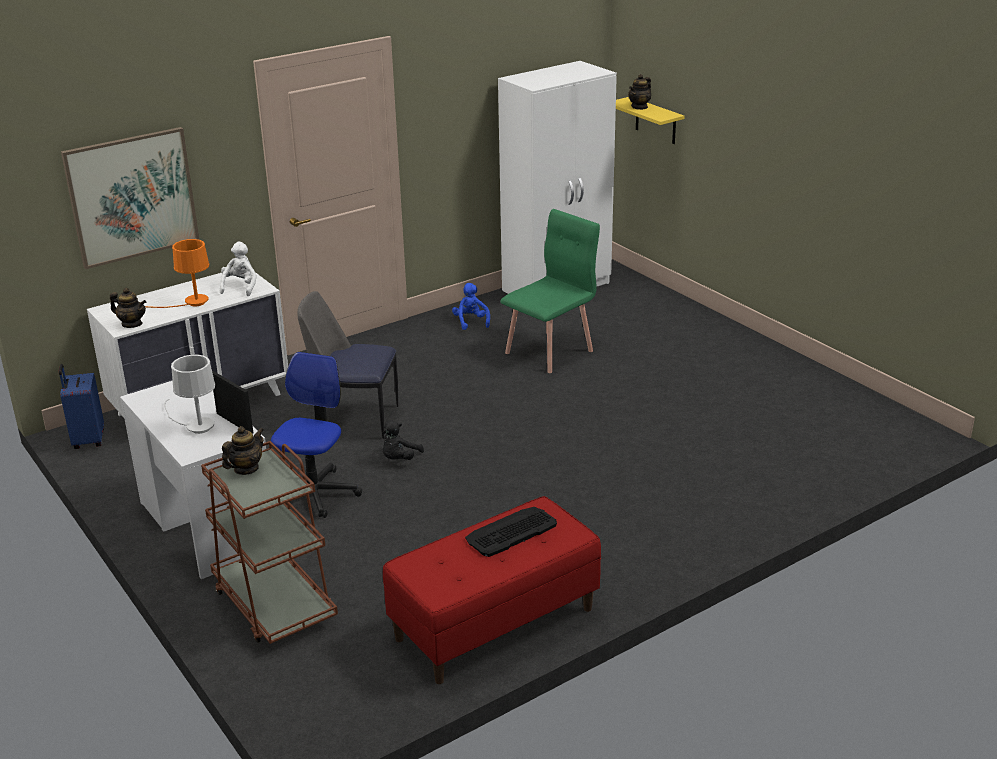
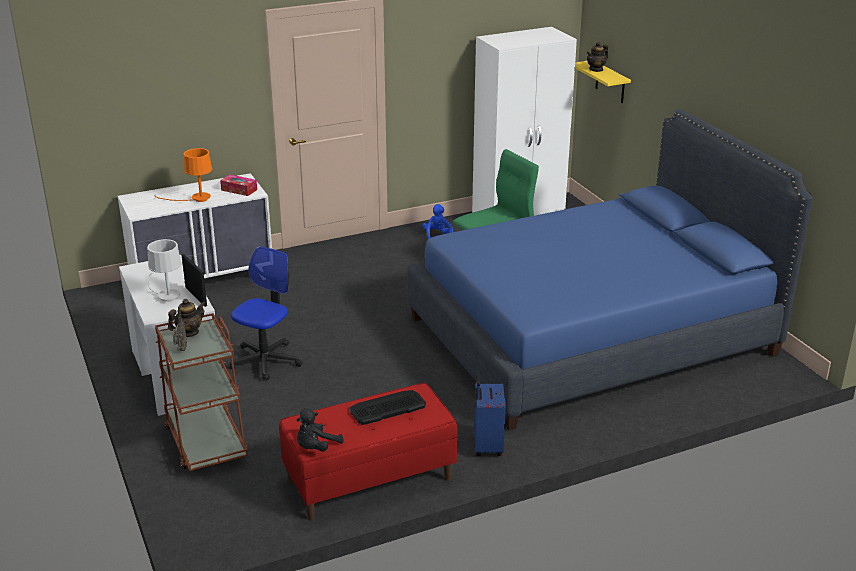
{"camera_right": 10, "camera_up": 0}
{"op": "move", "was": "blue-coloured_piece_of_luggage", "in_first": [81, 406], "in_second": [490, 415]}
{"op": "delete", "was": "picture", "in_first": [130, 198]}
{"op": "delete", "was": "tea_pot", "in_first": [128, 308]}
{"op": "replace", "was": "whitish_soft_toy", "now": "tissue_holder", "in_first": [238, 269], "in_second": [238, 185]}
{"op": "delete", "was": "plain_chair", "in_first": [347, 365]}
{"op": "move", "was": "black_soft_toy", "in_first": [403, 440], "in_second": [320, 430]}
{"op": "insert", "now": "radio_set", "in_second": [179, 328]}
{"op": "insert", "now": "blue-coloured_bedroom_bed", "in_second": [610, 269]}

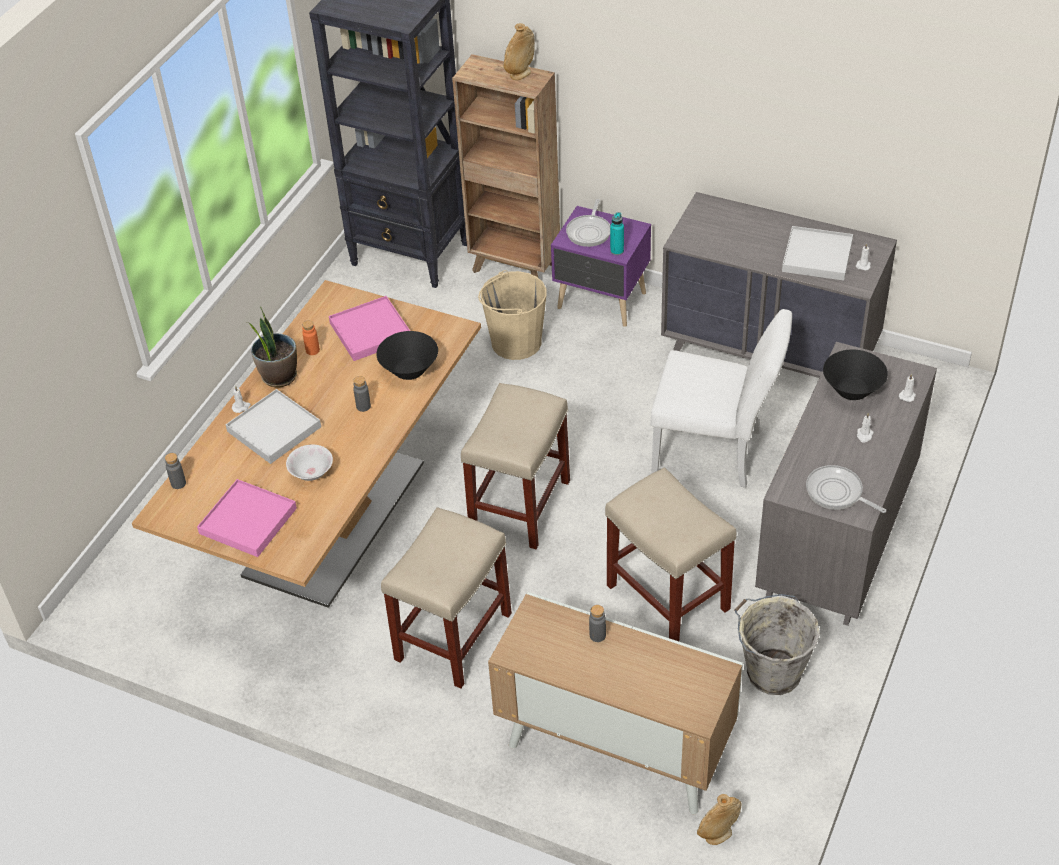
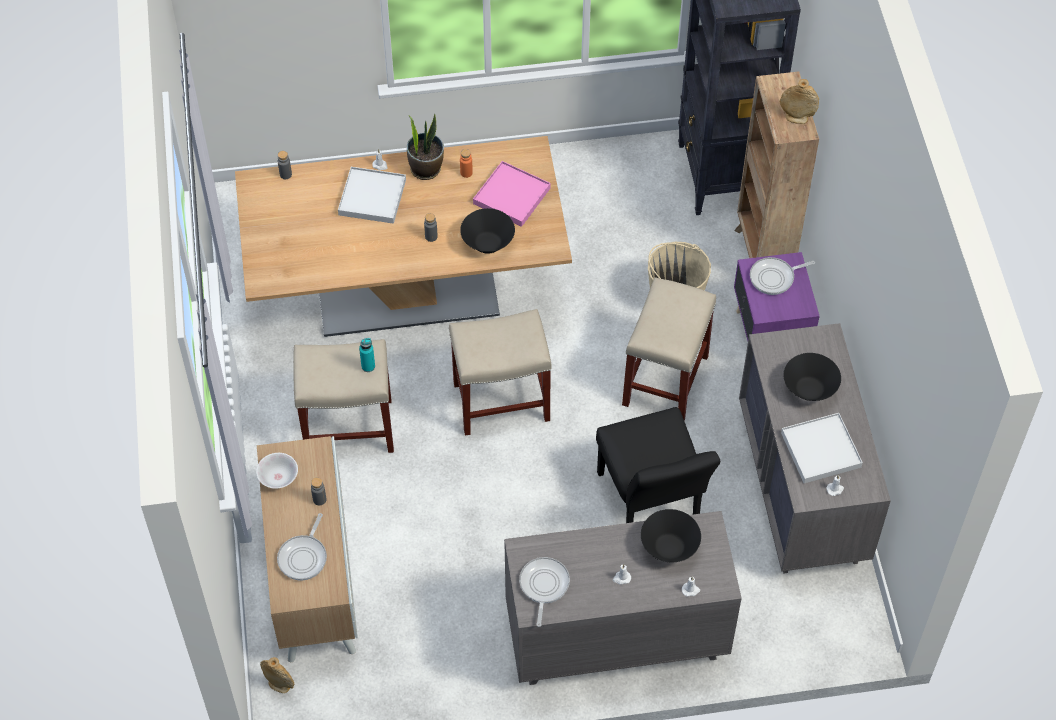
{"camera_right": 55, "camera_up": 10}
{"op": "delete", "was": "pink_serving_tray", "in_first": [247, 518]}
{"op": "move", "was": "whitish_deep_dish", "in_first": [309, 463], "in_second": [277, 471]}
{"op": "move", "was": "sand-coloured_sitting_stool", "in_first": [670, 554], "in_second": [669, 349]}
{"op": "move", "was": "turquoise_beverage_bottle", "in_first": [617, 233], "in_second": [367, 355]}
{"op": "recolor", "was": "whitish_plain_chair", "now": "black_plain_chair", "in_first": [721, 398], "in_second": [658, 465]}
{"op": "delete", "was": "grey_pail", "in_first": [777, 644]}
{"op": "insert", "now": "frying_pan", "in_second": [302, 546]}
{"op": "insert", "now": "black_deep_dish", "in_second": [812, 377]}

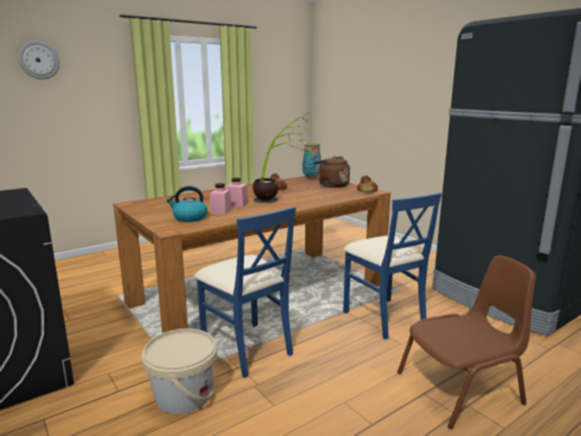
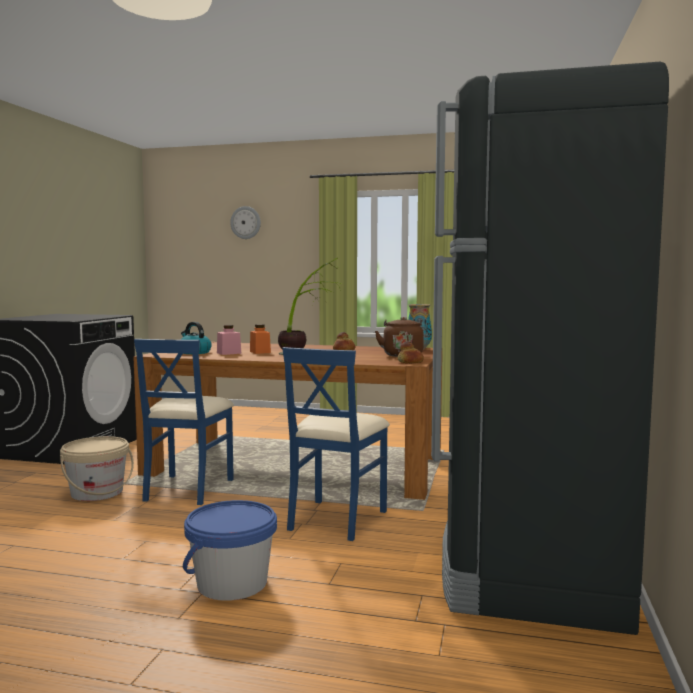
{"camera_right": 50, "camera_up": -10}
{"op": "recolor", "was": "pink_storage_jar", "now": "orangey_storage_jar", "in_first": [236, 192], "in_second": [260, 339]}
{"op": "replace", "was": "brown_plain_chair", "now": "blue-coloured_pail", "in_first": [466, 342], "in_second": [230, 550]}

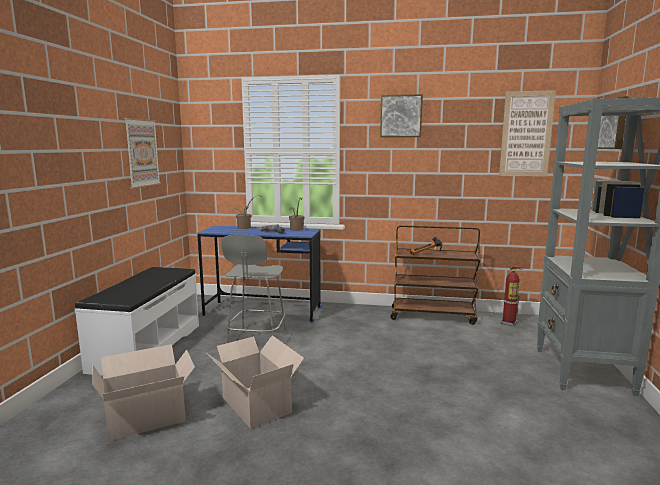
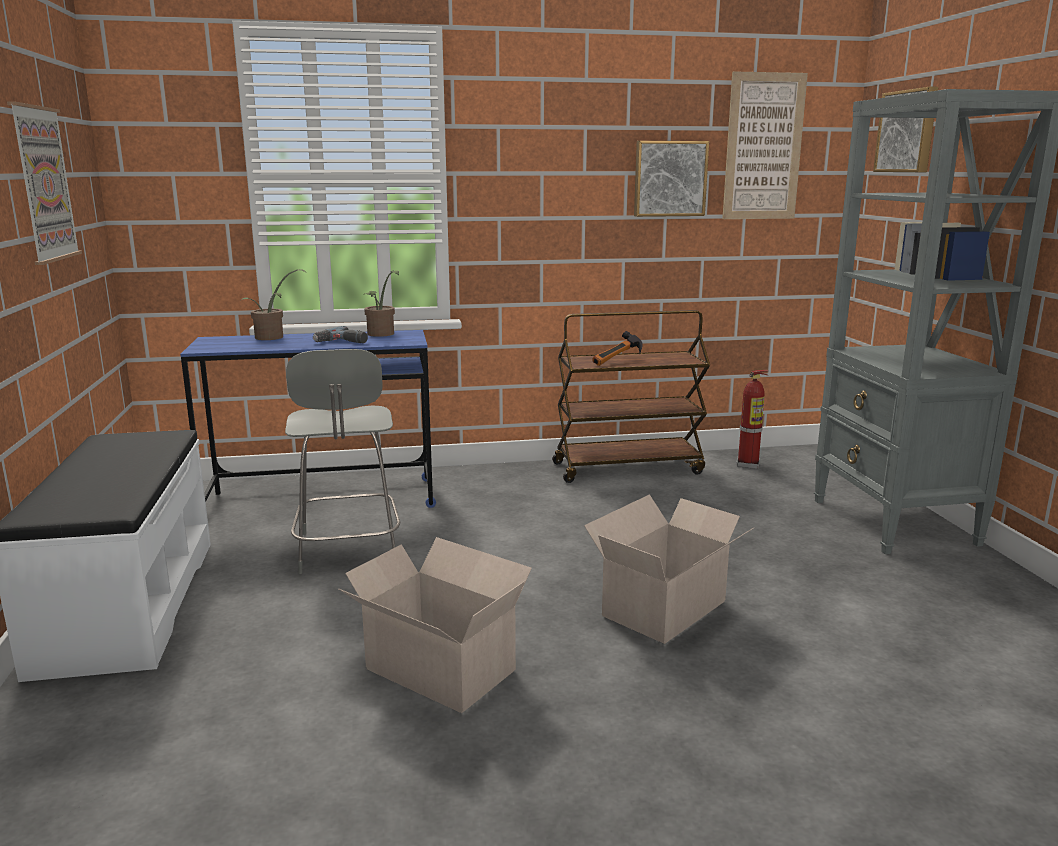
{"camera_right": -20, "camera_up": 5}
{"op": "move", "was": "cardboard_box", "in_first": [144, 392], "in_second": [669, 569]}
{"op": "move", "was": "picture", "in_first": [401, 115], "in_second": [671, 179]}

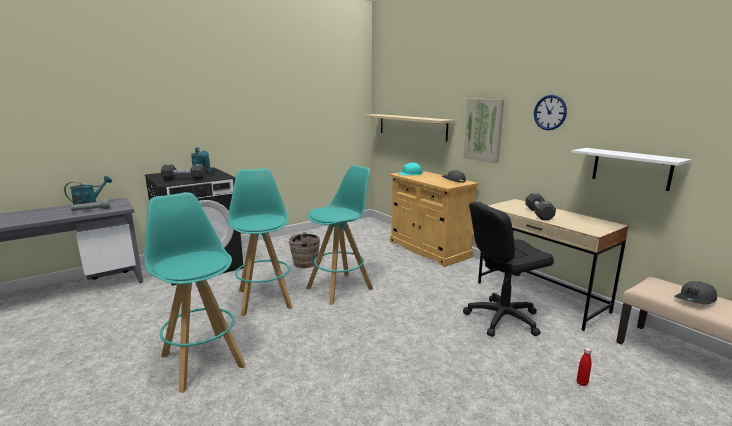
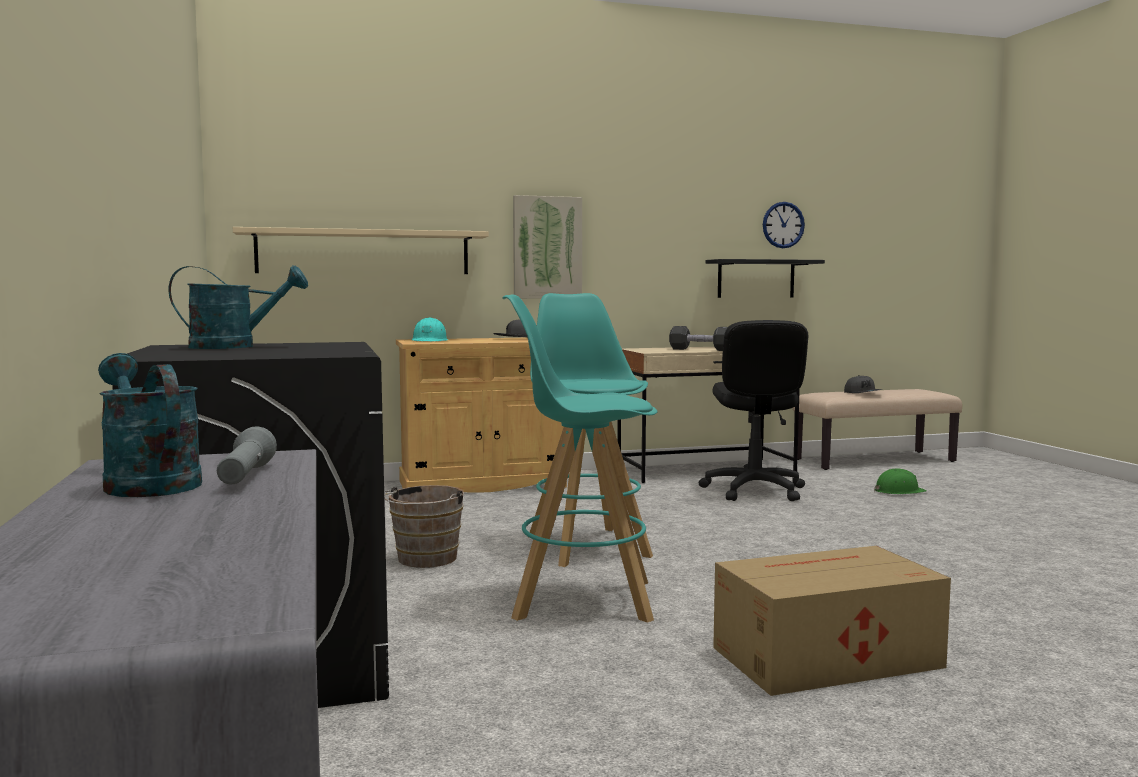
{"camera_right": -70, "camera_up": -10}
{"op": "replace", "was": "turquoise_sitting_stool", "now": "cardboard_box", "in_first": [195, 292], "in_second": [832, 621]}
{"op": "delete", "was": "black_hand_weight", "in_first": [183, 172]}
{"op": "move", "was": "clock_on_the_wall", "in_first": [550, 112], "in_second": [784, 225]}
{"op": "recolor", "was": "whitish_bracket_shelf", "now": "black_bracket_shelf", "in_first": [631, 169], "in_second": [765, 278]}
{"op": "replace", "was": "reddish_beverage_bottle", "now": "green_hard_hat", "in_first": [584, 366], "in_second": [900, 481]}

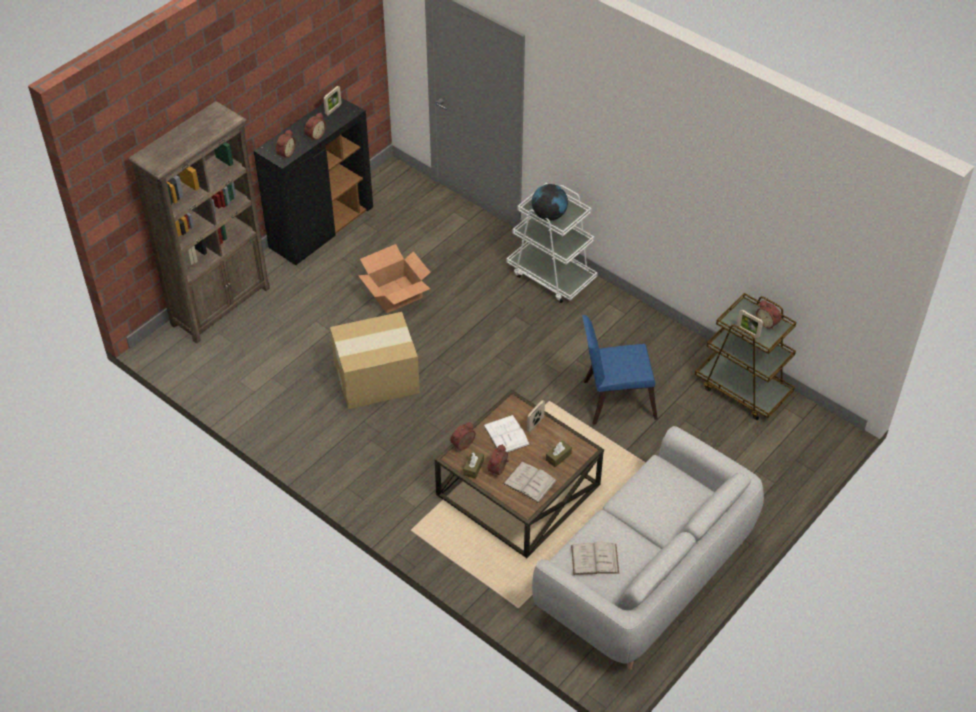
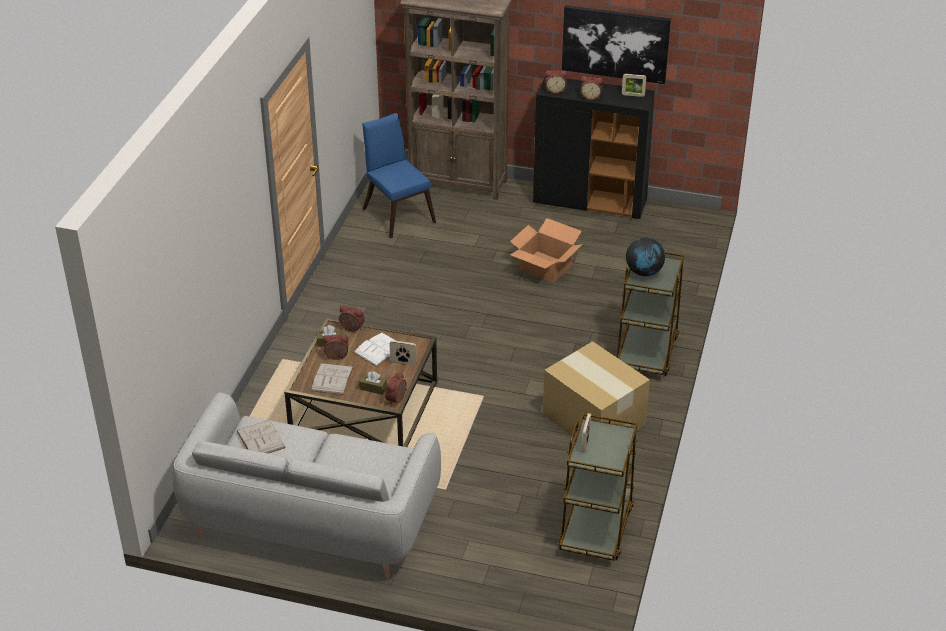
{"camera_right": 65, "camera_up": -10}
{"op": "move", "was": "cardboard_box", "in_first": [375, 360], "in_second": [596, 389]}
{"op": "recolor", "was": "whitish_trolley", "now": "brown_trolley", "in_first": [552, 243], "in_second": [649, 314]}
{"op": "move", "was": "blue-coloured_plain_chair", "in_first": [620, 369], "in_second": [399, 176]}
{"op": "move", "was": "bedside_clock", "in_first": [768, 314], "in_second": [396, 388]}
{"op": "insert", "now": "picture", "in_second": [616, 44]}

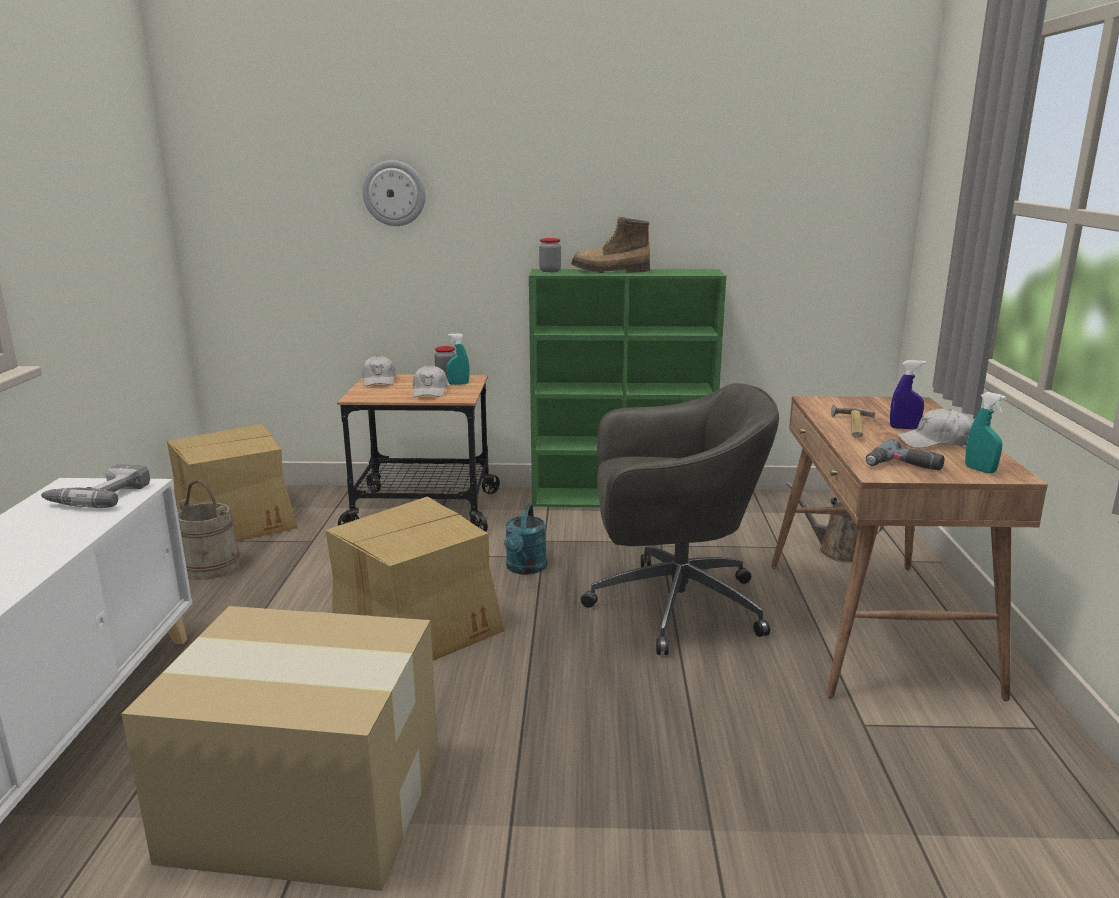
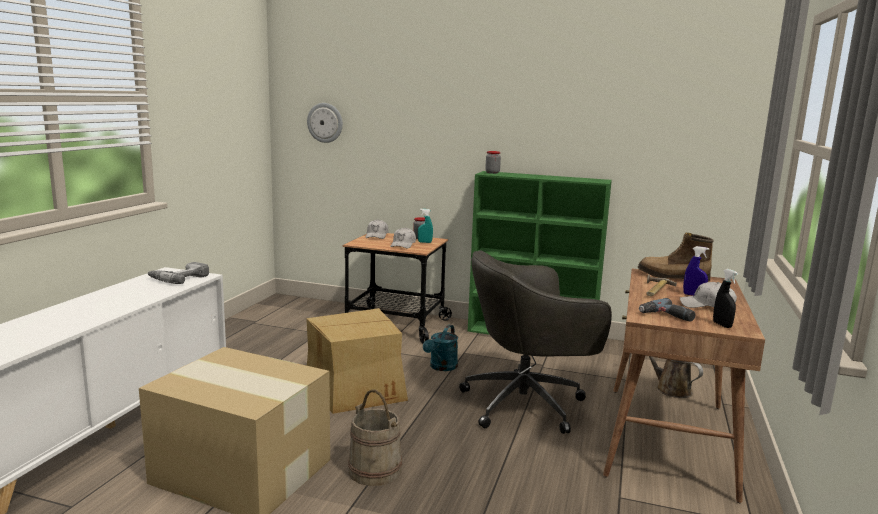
{"camera_right": 15, "camera_up": -5}
{"op": "delete", "was": "cardboard_box", "in_first": [232, 482]}
{"op": "move", "was": "sand-coloured_pail", "in_first": [209, 530], "in_second": [375, 437]}
{"op": "move", "was": "clock_on_the_wall", "in_first": [394, 193], "in_second": [325, 123]}
{"op": "move", "was": "tall_boot", "in_first": [610, 245], "in_second": [676, 257]}
{"op": "rotate", "was": "grey_computer_chair", "in_first": [680, 519], "in_second": [535, 342], "clockwise": 150}
{"op": "recolor", "was": "turquoise_spray_bottle", "now": "black_spray_bottle", "in_first": [985, 432], "in_second": [725, 298]}

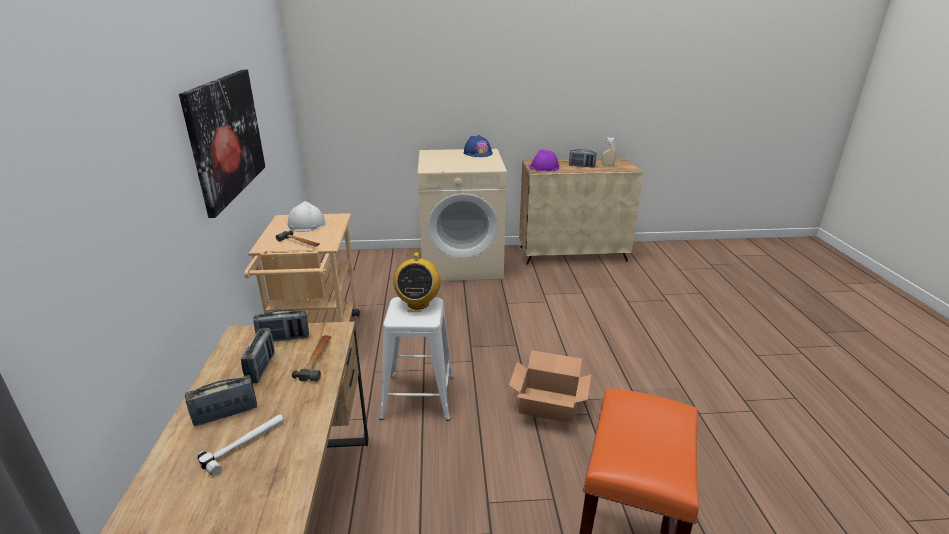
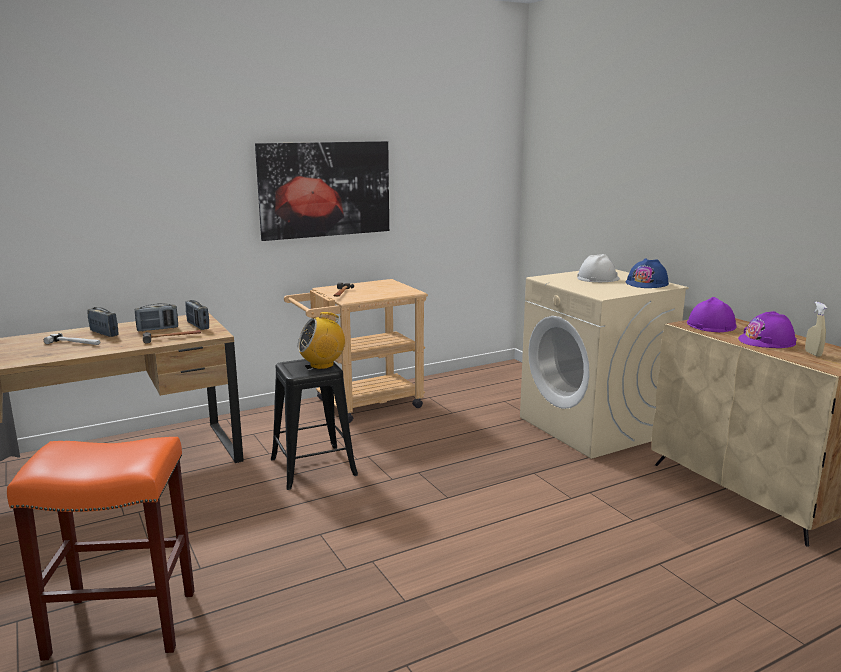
{"camera_right": 65, "camera_up": -10}
{"op": "move", "was": "whitish_hard_hat", "in_first": [307, 216], "in_second": [598, 268]}
{"op": "recolor", "was": "whitish_sitting_stool", "now": "black_sitting_stool", "in_first": [416, 359], "in_second": [314, 424]}
{"op": "delete", "was": "cardboard_box", "in_first": [550, 387]}
{"op": "replace", "was": "radio_set", "now": "purplish_hard_hat", "in_first": [582, 158], "in_second": [767, 329]}

